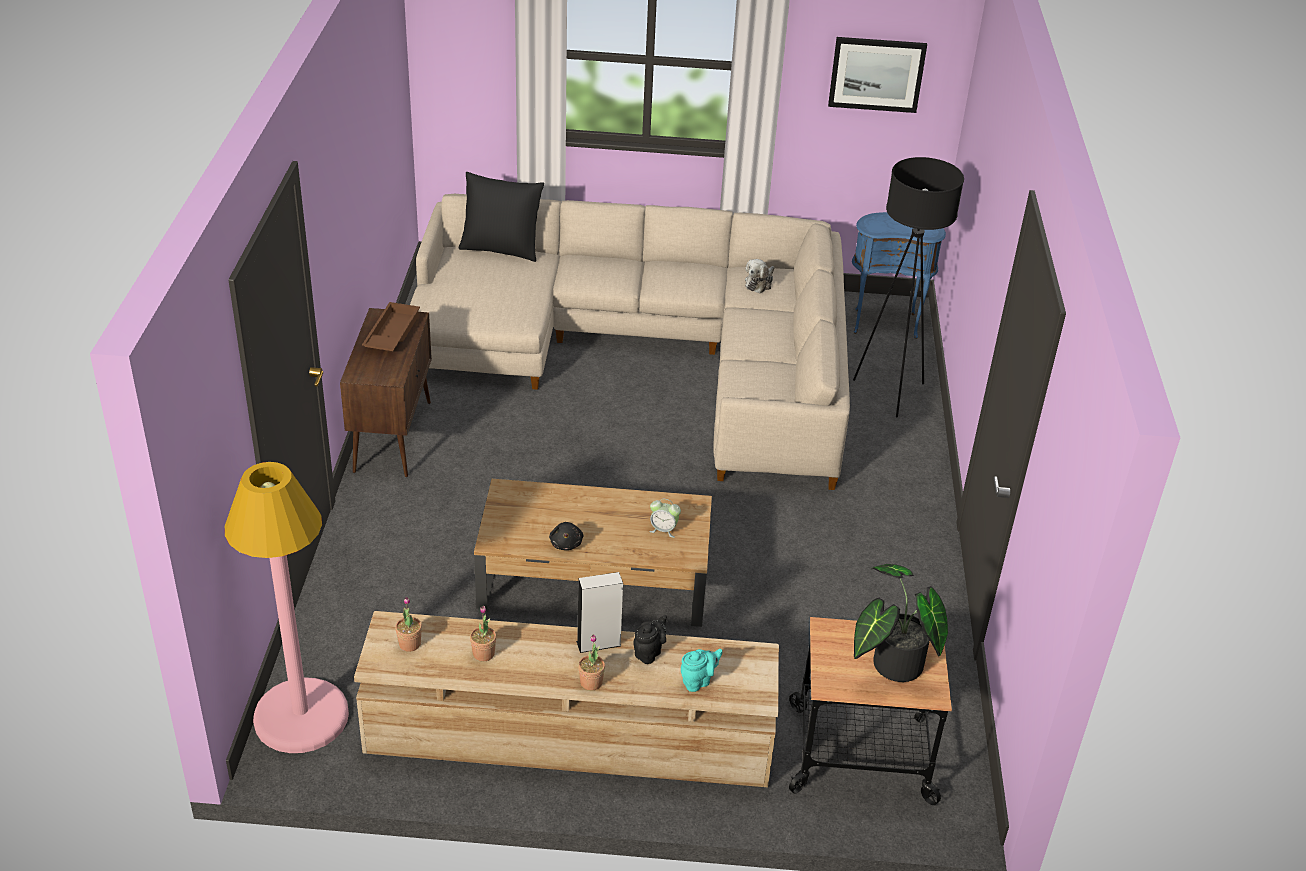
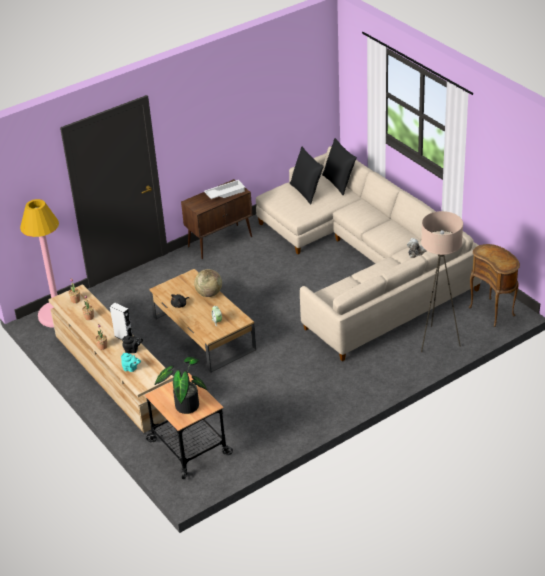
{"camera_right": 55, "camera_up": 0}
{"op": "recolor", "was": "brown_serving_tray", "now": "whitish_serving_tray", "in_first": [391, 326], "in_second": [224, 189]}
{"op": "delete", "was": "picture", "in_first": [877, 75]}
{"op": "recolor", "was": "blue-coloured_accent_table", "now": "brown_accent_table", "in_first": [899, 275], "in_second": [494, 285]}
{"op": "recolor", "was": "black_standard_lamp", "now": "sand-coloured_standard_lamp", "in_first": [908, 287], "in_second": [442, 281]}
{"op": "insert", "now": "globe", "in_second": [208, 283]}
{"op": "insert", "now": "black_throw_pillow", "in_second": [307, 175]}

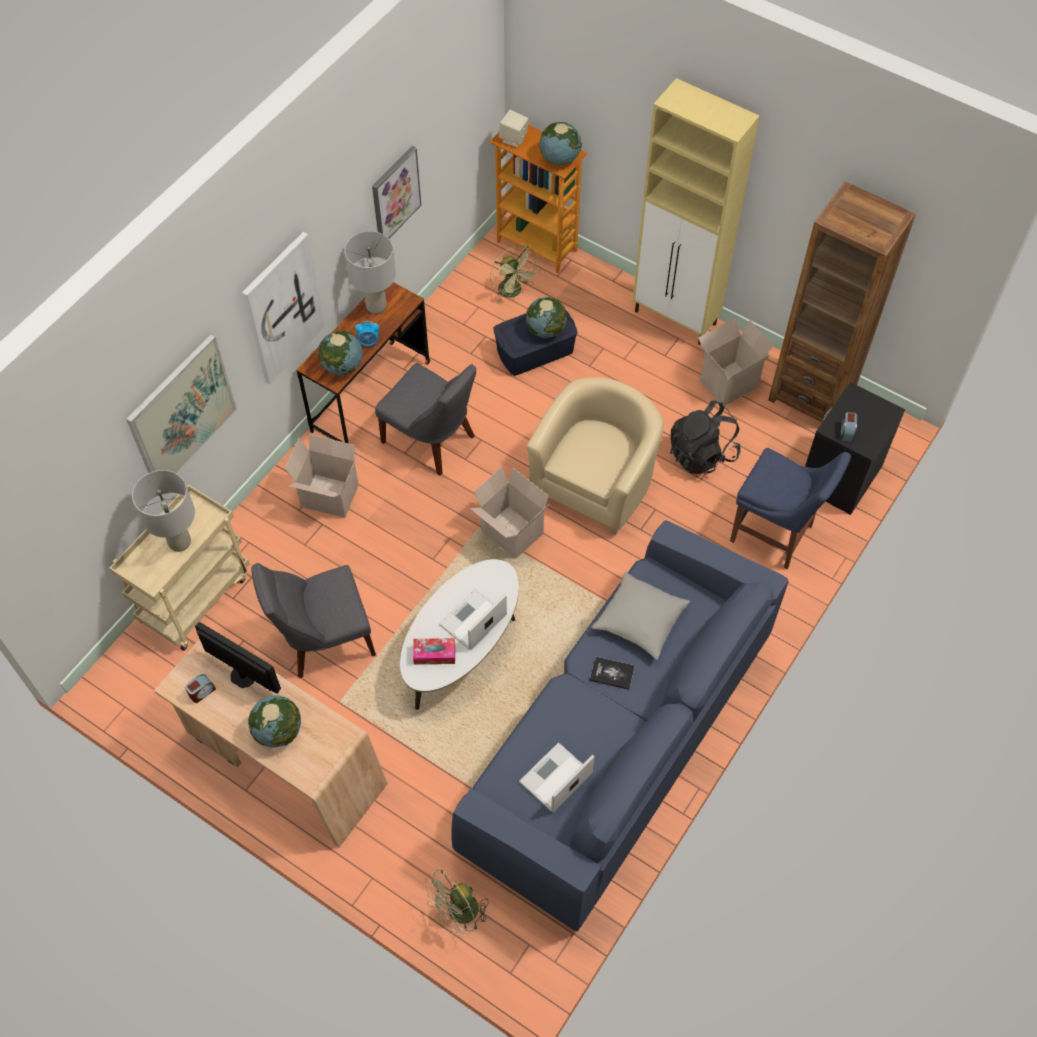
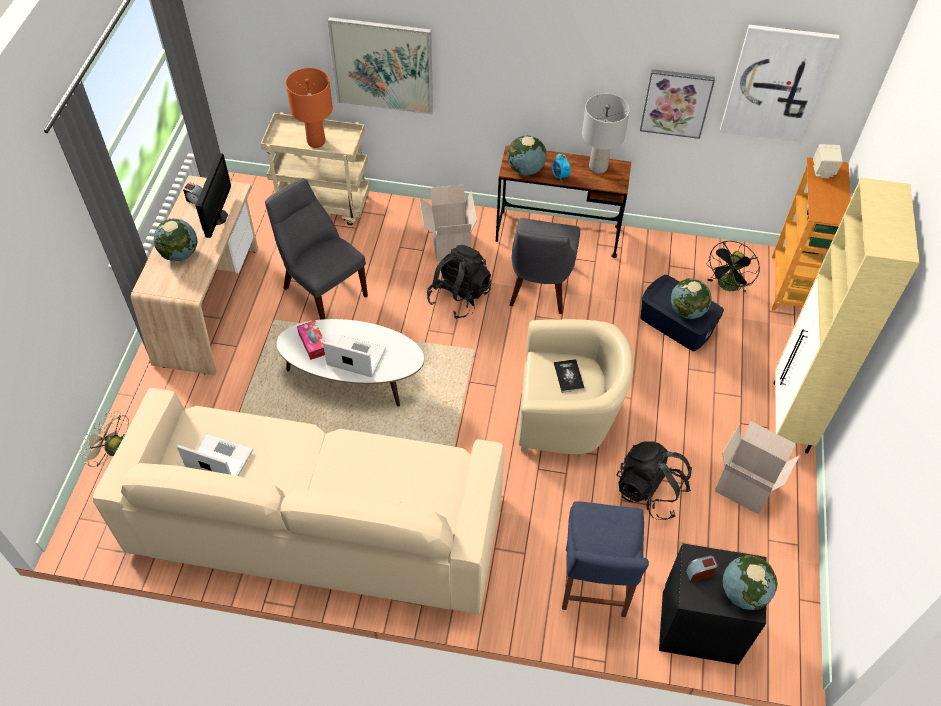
{"camera_right": 65, "camera_up": -5}
{"op": "recolor", "was": "grey_table_lamp", "now": "orangey_table_lamp", "in_first": [163, 511], "in_second": [309, 108]}
{"op": "move", "was": "picture", "in_first": [283, 308], "in_second": [780, 83]}
{"op": "recolor", "was": "blue-coloured_settee", "now": "sand-coloured_settee", "in_first": [620, 725], "in_second": [298, 501]}
{"op": "delete", "was": "cardboard_box", "in_first": [509, 513]}
{"op": "recolor", "was": "green_cooling_fan", "now": "black_cooling_fan", "in_first": [515, 274], "in_second": [733, 267]}
{"op": "move", "was": "globe", "in_first": [560, 143], "in_second": [750, 582]}
{"op": "move", "was": "book", "in_first": [612, 673], "in_second": [569, 376]}
{"op": "delete", "was": "grey_throw_pillow", "in_first": [641, 616]}
{"op": "delete", "was": "brown_bookcase", "in_first": [842, 302]}
{"op": "insert", "now": "black_rucksack", "in_second": [459, 282]}

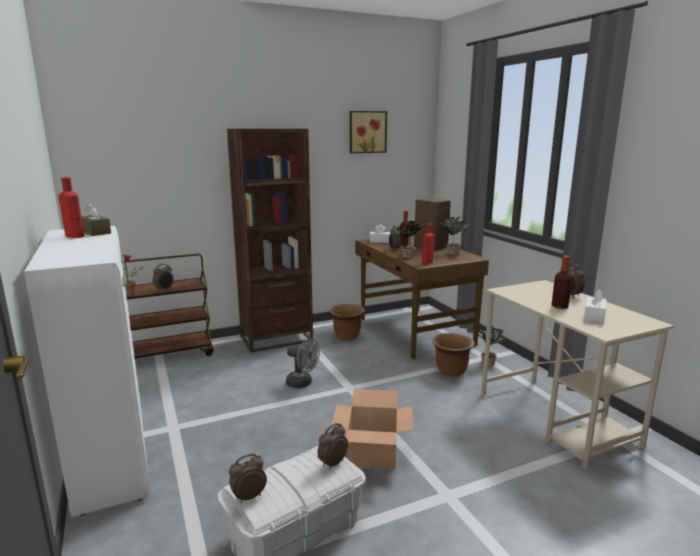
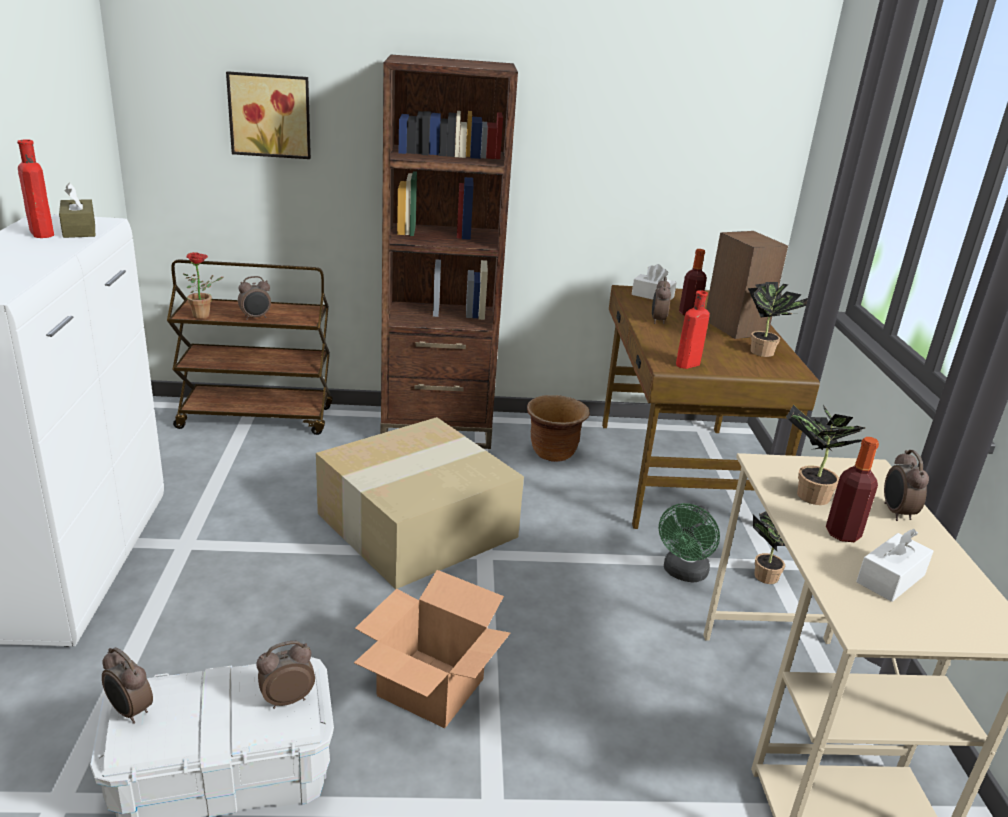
{"camera_right": 20, "camera_up": 10}
{"op": "rotate", "was": "bedside_clock", "in_first": [248, 478], "in_second": [127, 685], "clockwise": -135}
{"op": "replace", "was": "grey_cooling_fan", "now": "cardboard_box", "in_first": [303, 363], "in_second": [420, 503]}
{"op": "move", "was": "picture", "in_first": [368, 132], "in_second": [268, 115]}
{"op": "move", "was": "plant_in_a_pot", "in_first": [408, 239], "in_second": [825, 455]}
{"op": "replace", "was": "brown_plant_pot", "now": "green_cooling_fan", "in_first": [454, 355], "in_second": [689, 543]}

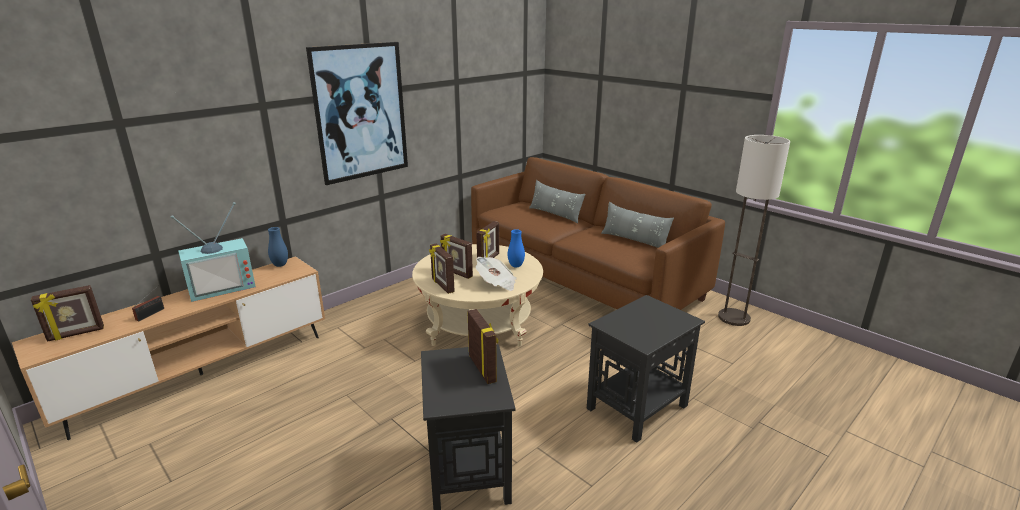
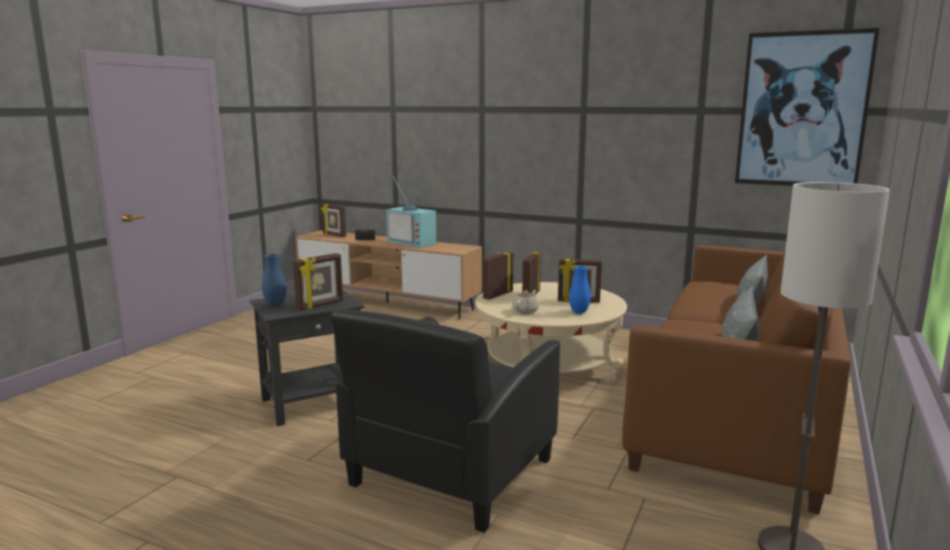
{"camera_right": 70, "camera_up": -10}
{"op": "move", "was": "blue-coloured_decorative_vase", "in_first": [278, 247], "in_second": [274, 280]}
{"op": "move", "was": "picture", "in_first": [357, 113], "in_second": [807, 107]}
{"op": "replace", "was": "printed_paper", "now": "sand-coloured_tea_pot", "in_first": [496, 274], "in_second": [525, 302]}
{"op": "replace", "was": "black_accent_table", "now": "black_easy_chair", "in_first": [646, 369], "in_second": [445, 421]}

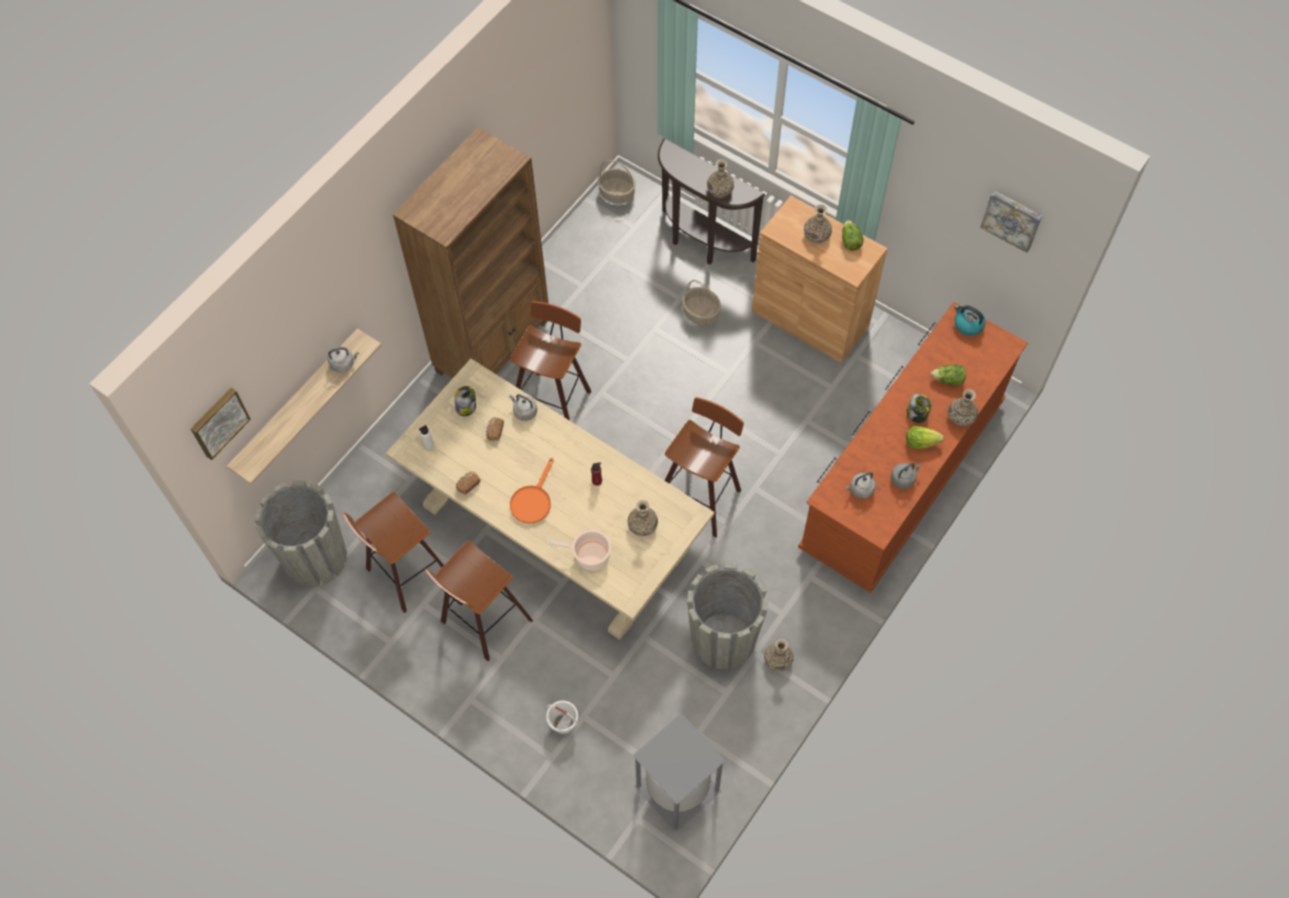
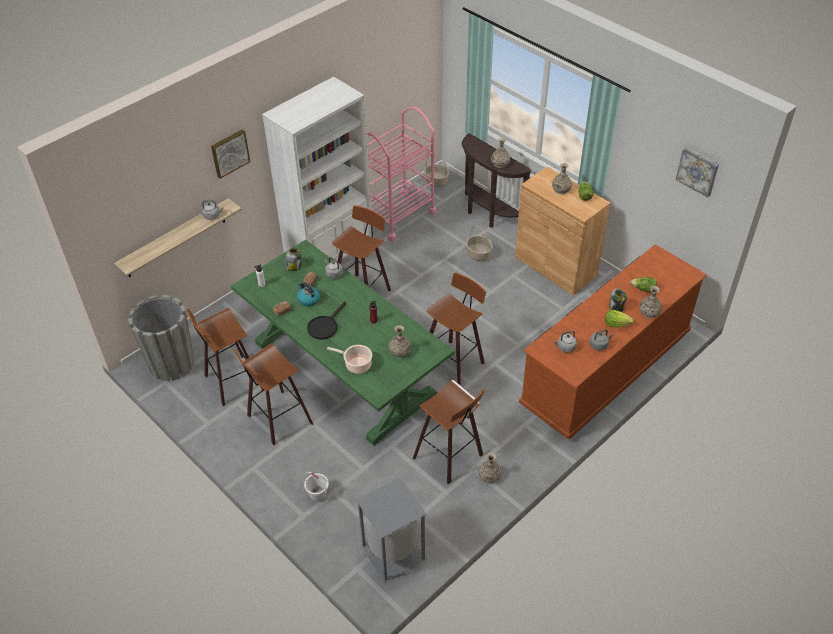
{"camera_right": 10, "camera_up": -15}
{"op": "move", "was": "picture", "in_first": [221, 423], "in_second": [230, 154]}
{"op": "recolor", "was": "sand-coloured_dinner_table", "now": "green_dinner_table", "in_first": [550, 499], "in_second": [342, 342]}
{"op": "recolor", "was": "brown_bookcase", "now": "whitish_bookcase", "in_first": [470, 252], "in_second": [317, 169]}
{"op": "recolor", "was": "orangey_frying_pan", "now": "black_frying_pan", "in_first": [532, 491], "in_second": [326, 321]}
{"op": "replace", "was": "grey_plant_pot", "now": "sitting_stool", "in_first": [727, 616], "in_second": [449, 432]}
{"op": "move", "was": "kettle", "in_first": [970, 320], "in_second": [308, 294]}
{"op": "insert", "now": "pink_trolley", "in_second": [401, 174]}

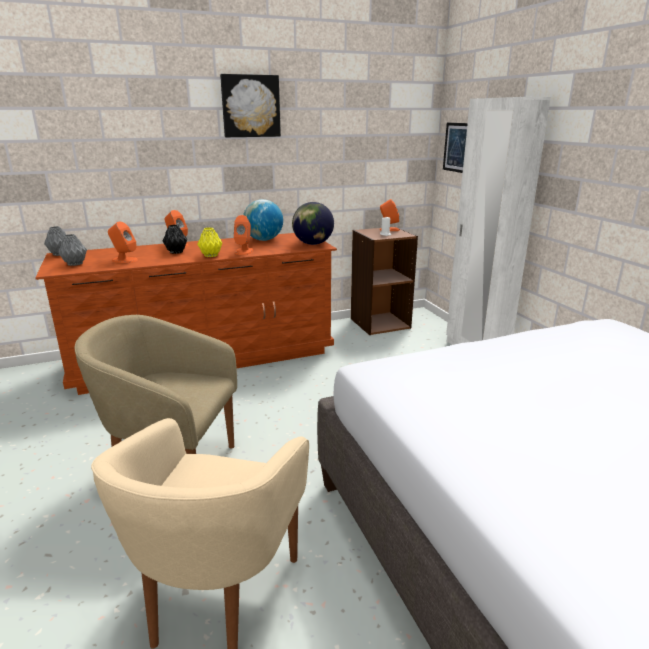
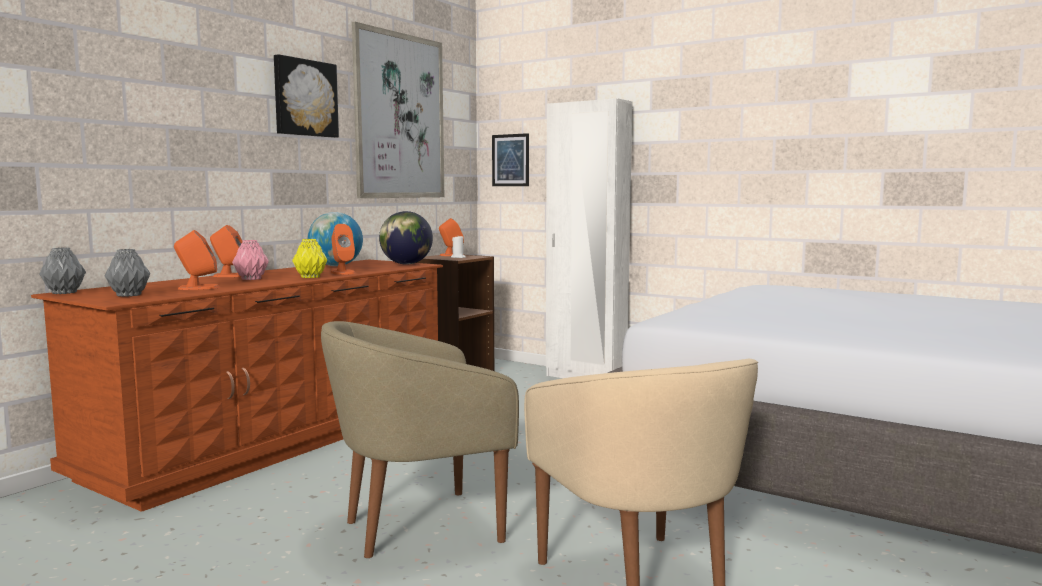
{"camera_right": -35, "camera_up": -15}
{"op": "recolor", "was": "black_decorative_vase", "now": "pink_decorative_vase", "in_first": [175, 239], "in_second": [250, 260]}
{"op": "insert", "now": "picture", "in_second": [398, 110]}

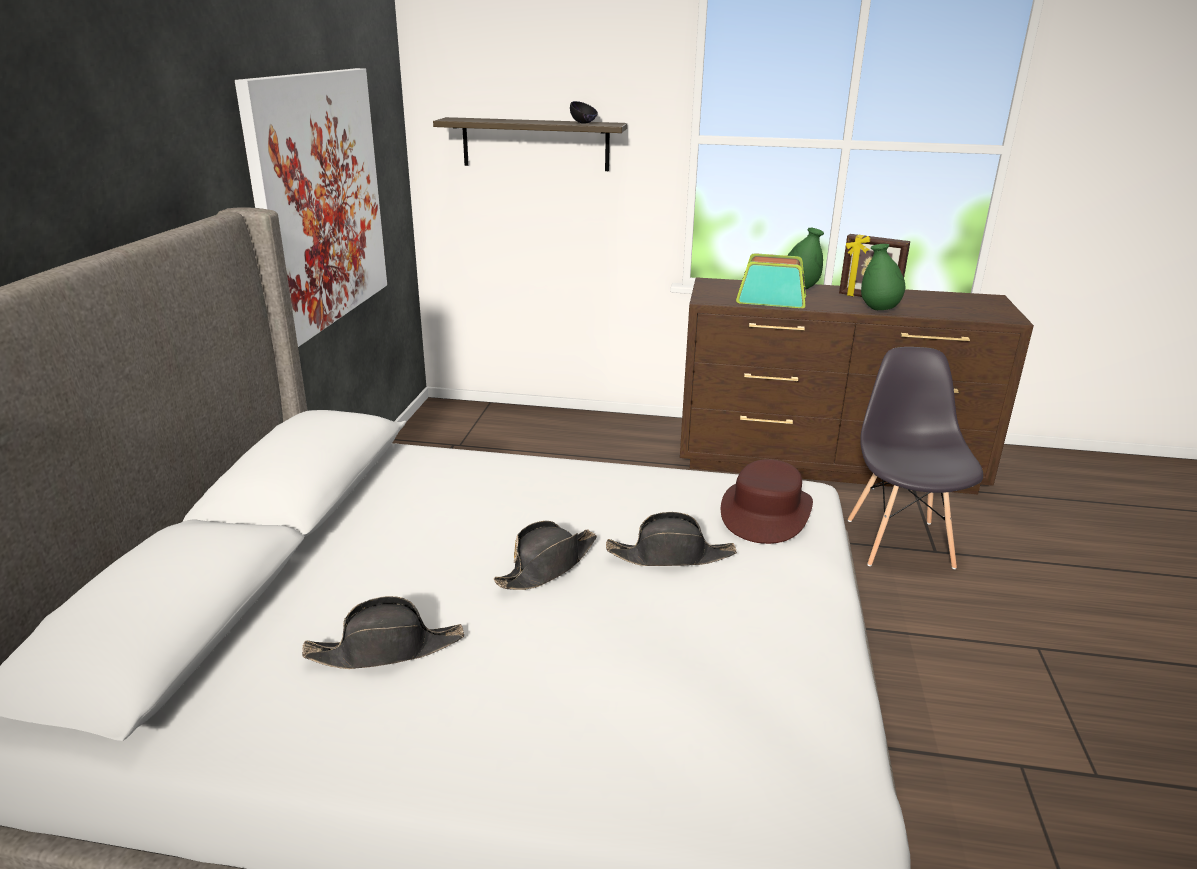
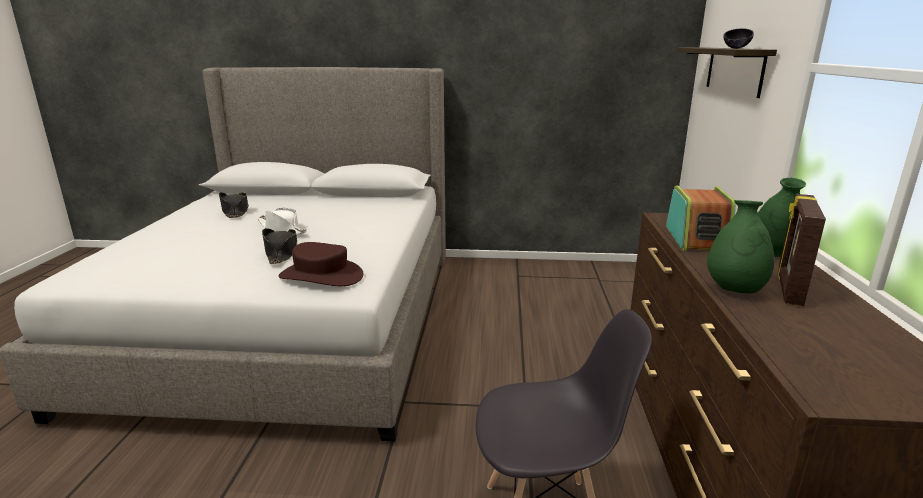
{"camera_right": 85, "camera_up": -5}
{"op": "delete", "was": "picture", "in_first": [311, 207]}
{"op": "recolor", "was": "black_clothing_hat", "now": "whitish_clothing_hat", "in_first": [545, 555], "in_second": [282, 221]}

